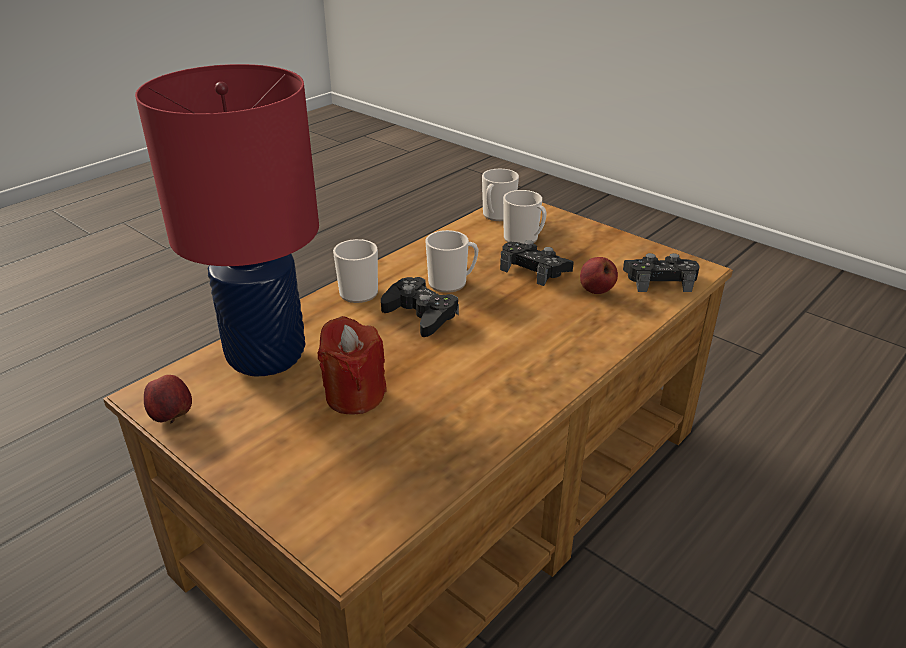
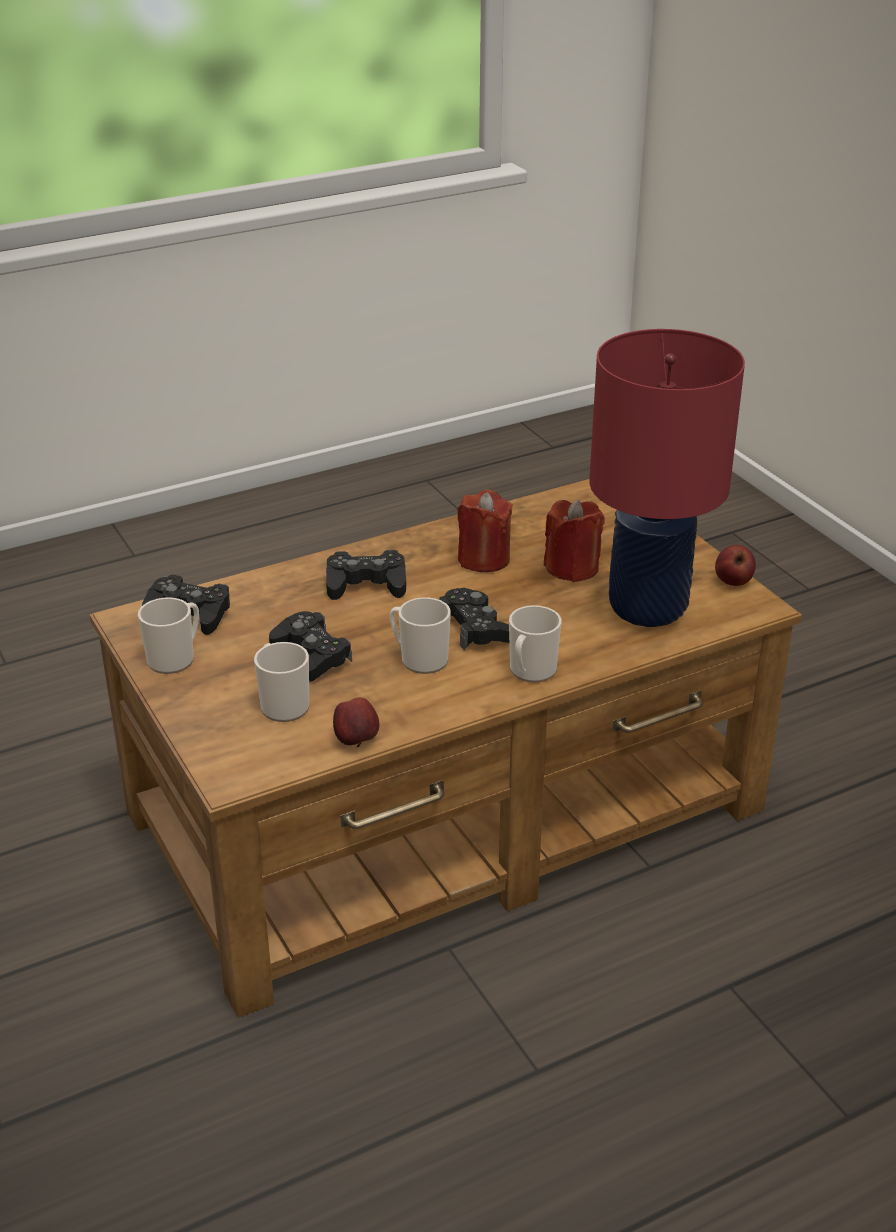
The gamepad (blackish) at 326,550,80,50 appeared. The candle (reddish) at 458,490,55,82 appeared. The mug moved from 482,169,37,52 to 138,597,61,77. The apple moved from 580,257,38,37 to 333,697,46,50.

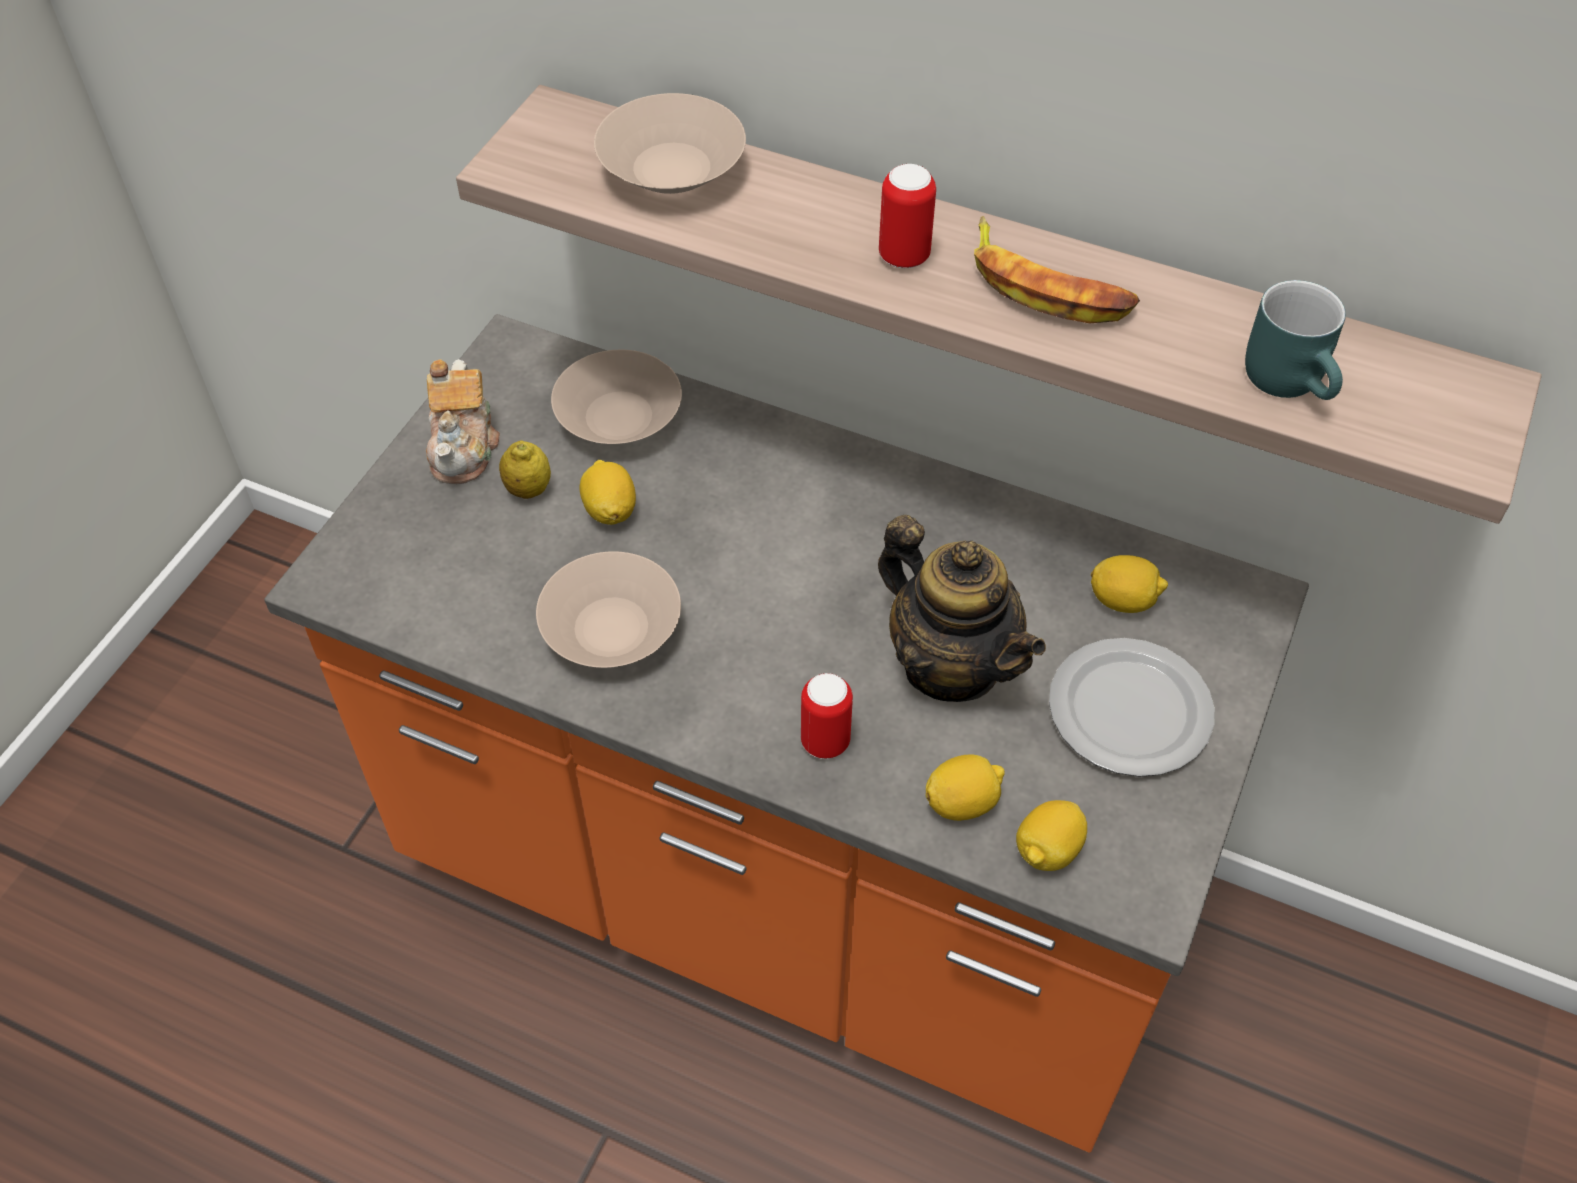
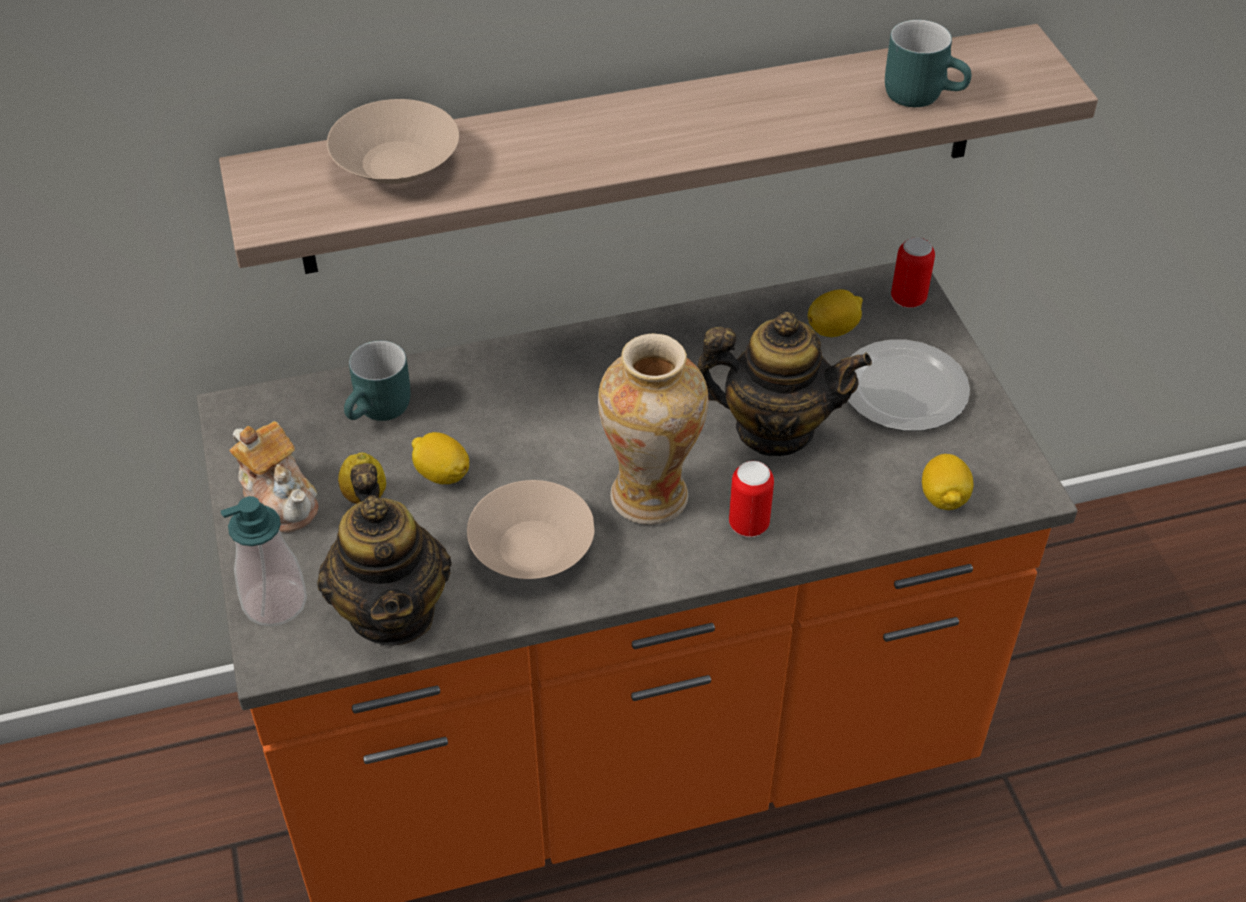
The citrus fruit at 925,754,80,67 disappeared. The banana at 974,216,166,107 disappeared. The soap bottle at 221,496,86,131 appeared. The pot for tea at 317,463,135,183 appeared. The flower vase at 598,333,110,192 appeared. The can moved from 879,164,57,104 to 891,237,44,71. The serving bowl (beige) at 551,350,131,94 was replaced by the mug (turquoise-coloured) at 344,340,66,81.

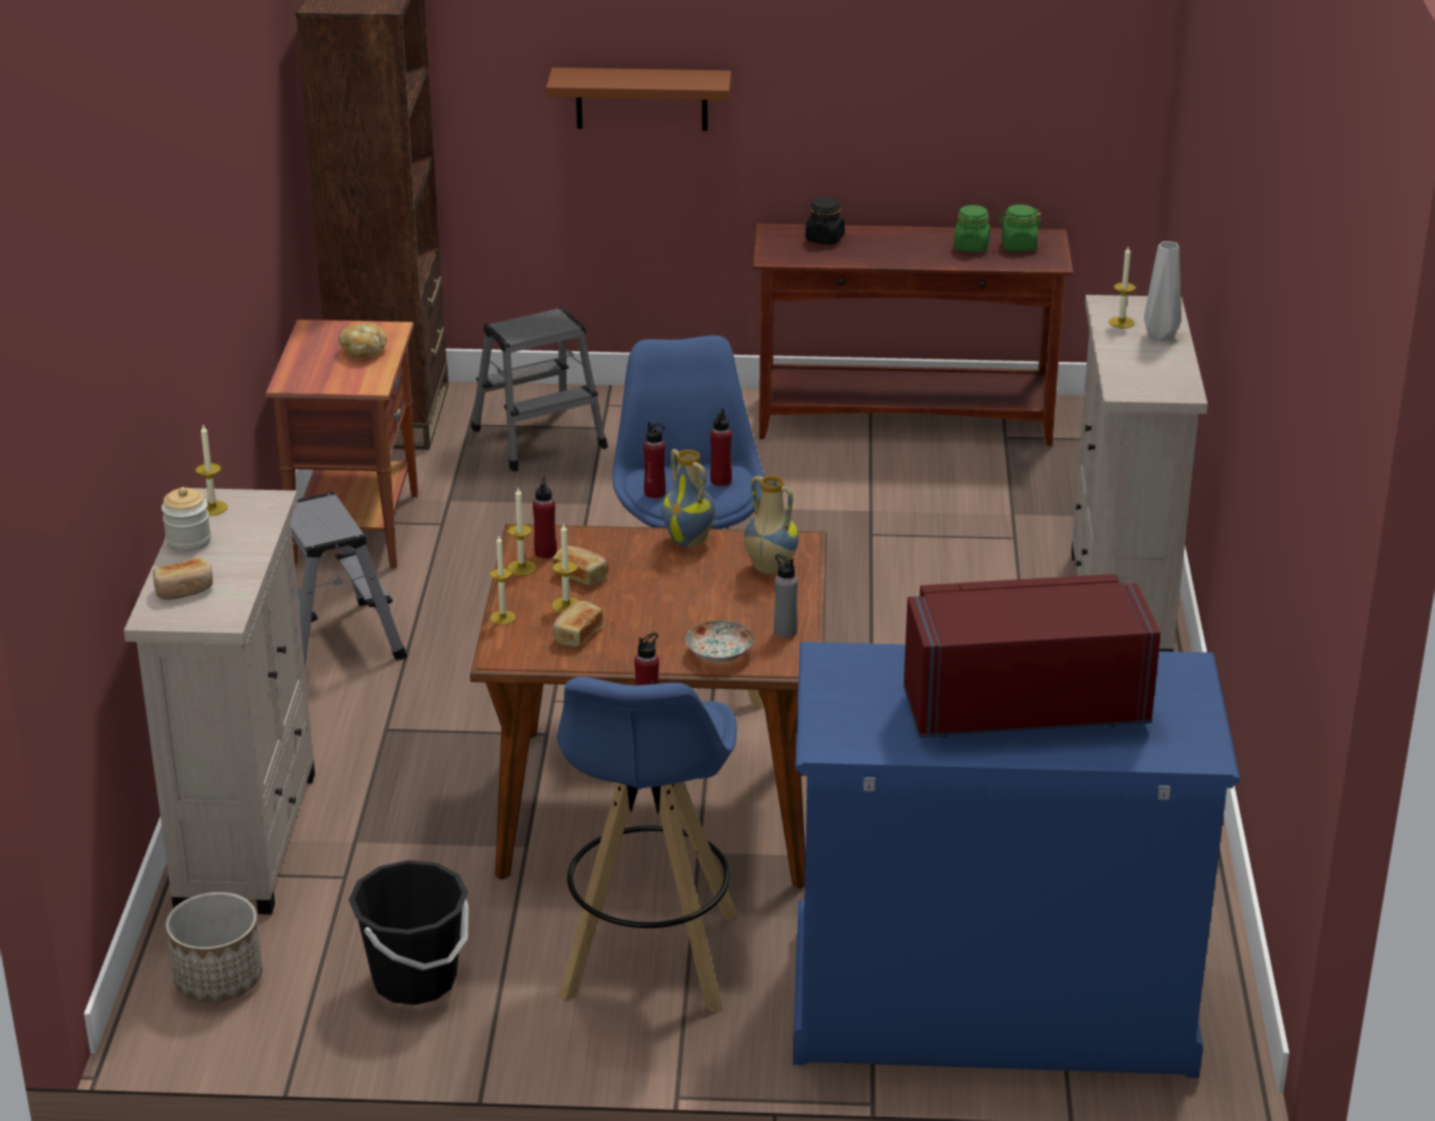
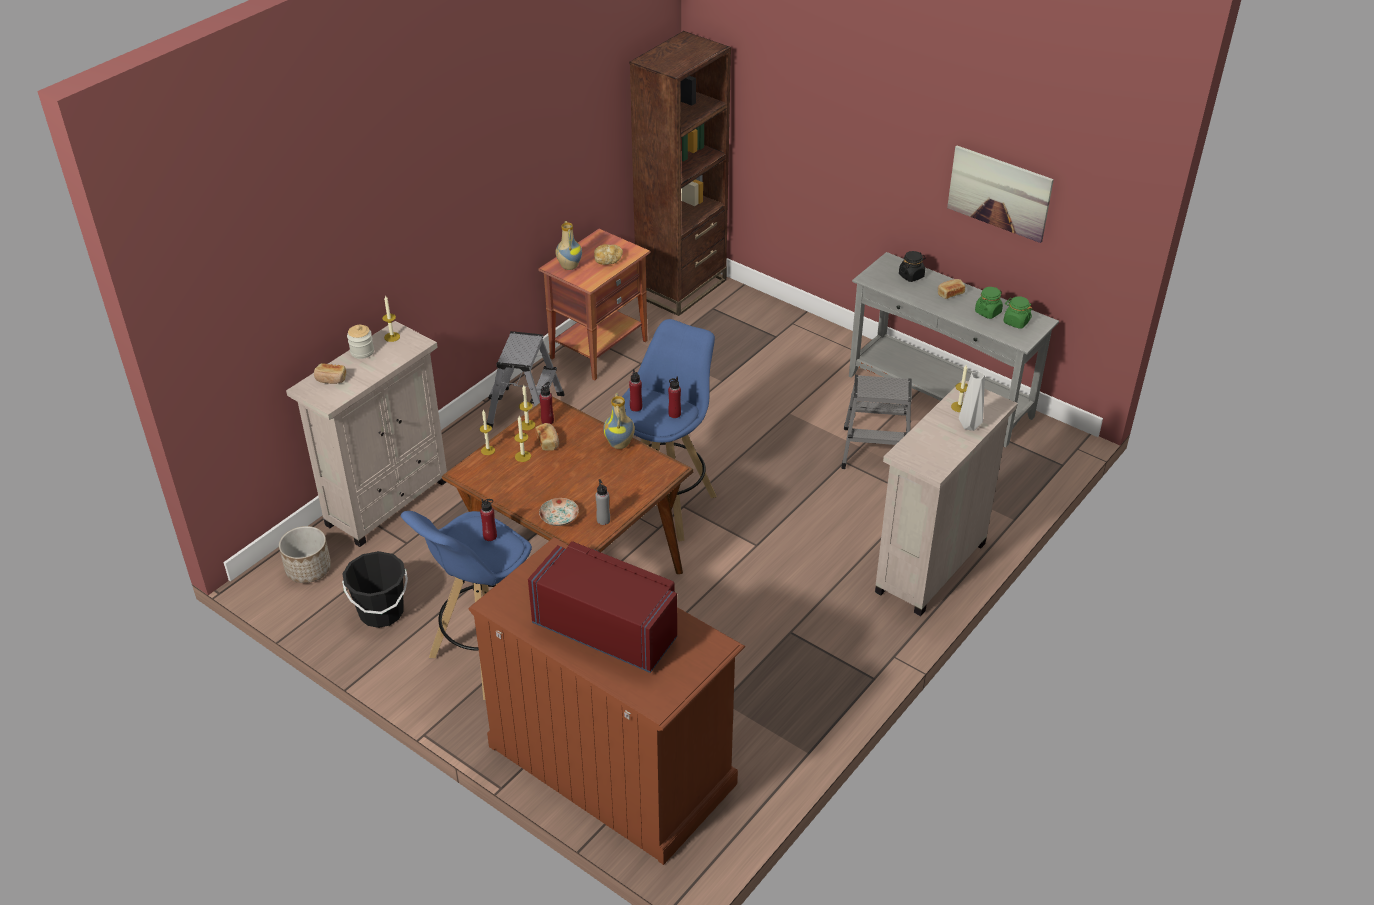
The wall shelf (brown-coloured) at 546,67,185,64 disappeared. The wall picture at 947,145,107,98 appeared. The step ladder (greyish) moved from 471,307,137,165 to 841,375,71,94. The bakery bread moved from 552,601,51,46 to 938,279,27,20. The flower vase moved from 744,476,55,99 to 555,221,27,49. The narrow table (brown-coloured) at 753,224,320,222 became the narrow table (greyish) at 849,252,210,195. The drawer chest (blue-coloured) at 793,642,447,436 became the drawer chest (brown-coloured) at 468,537,277,328.

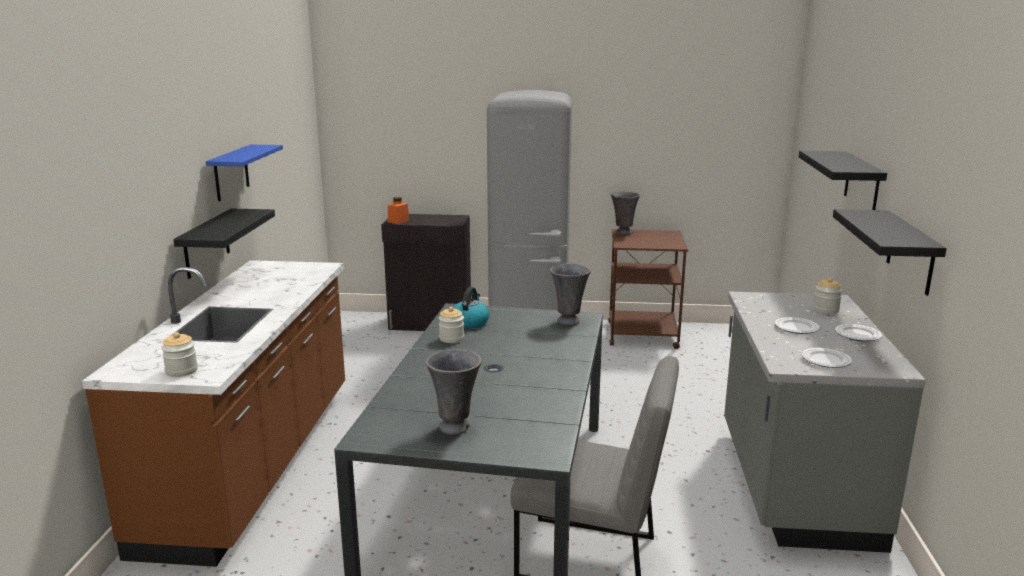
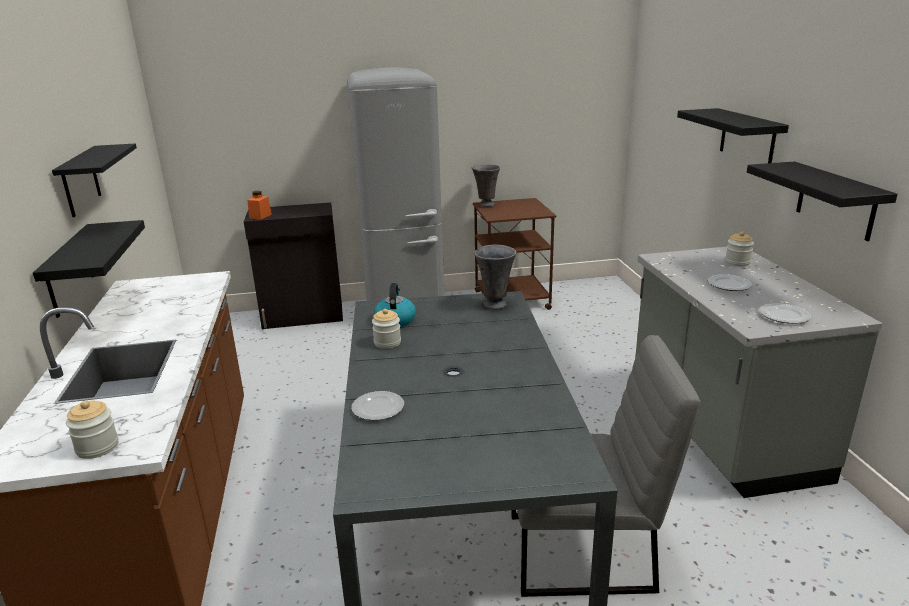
The flower vase (greyish) at 426,349,56,86 disappeared. The plate moved from 835,324,47,17 to 351,391,53,29. The wall shelf (blue-coloured) at 206,145,77,56 became the wall shelf (blackish) at 52,144,85,73.

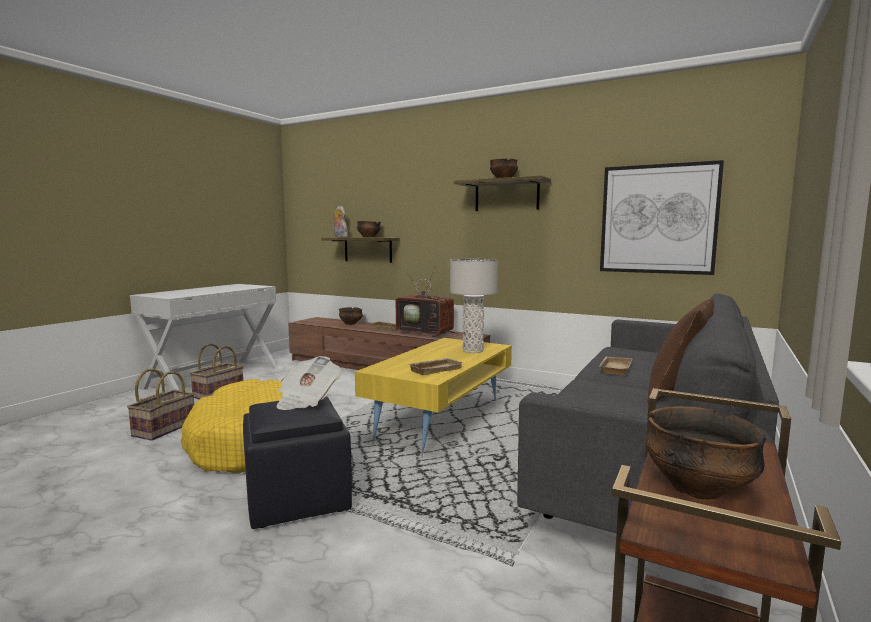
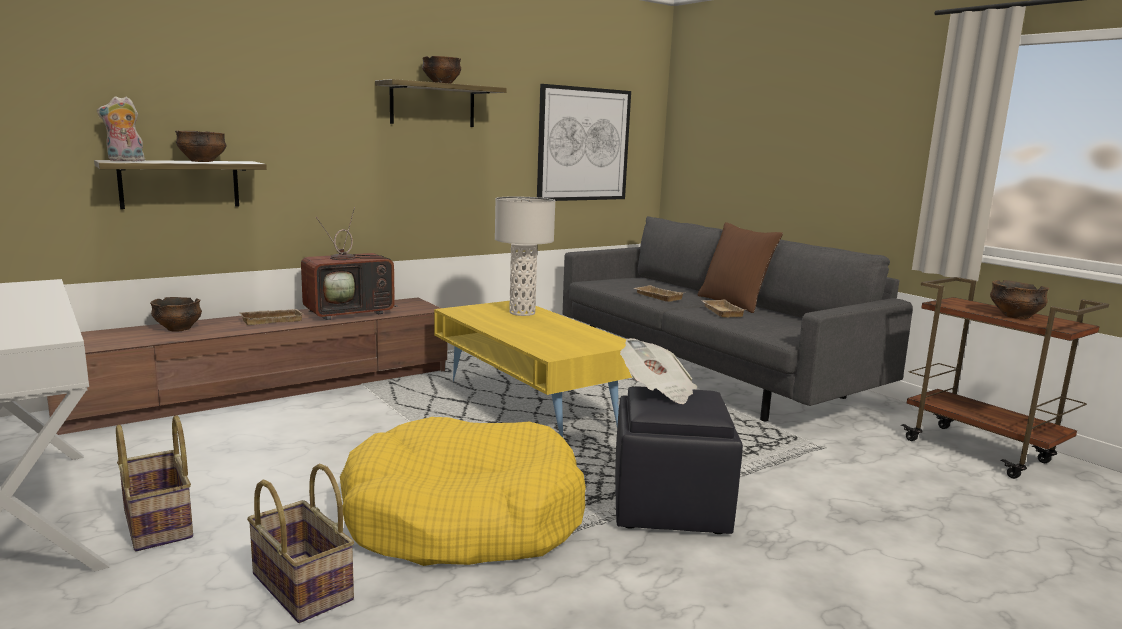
The tray (beige) moved from 408,358,56,17 to 702,300,43,18.

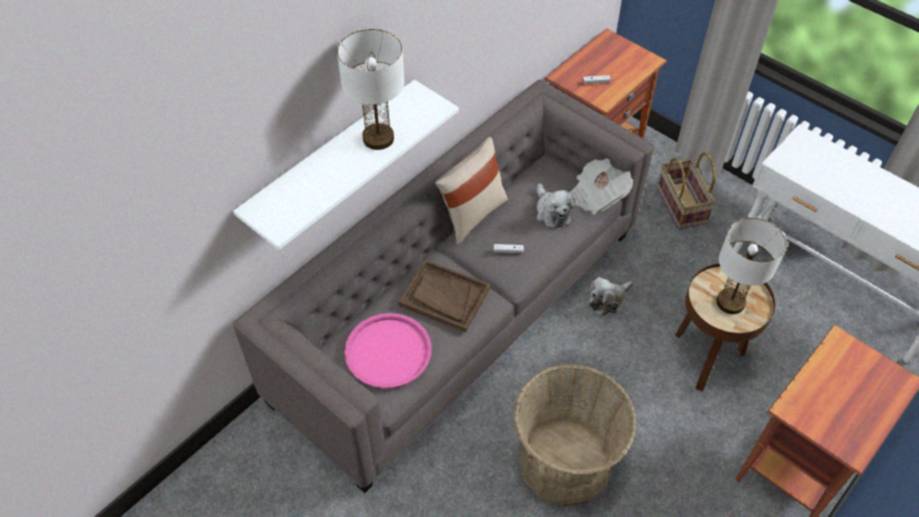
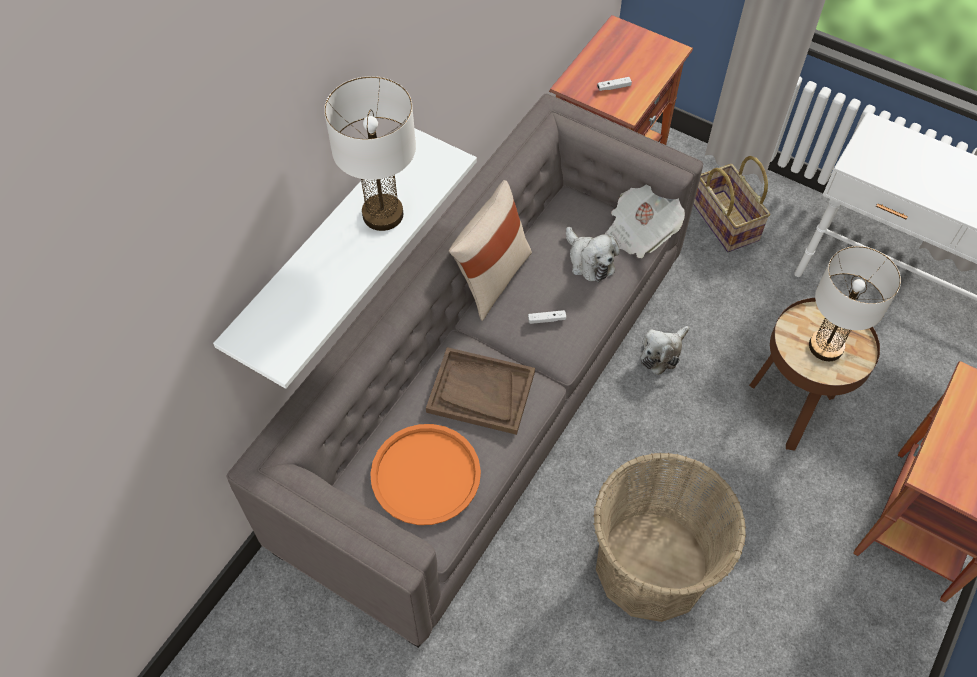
The tray (pink-coloured) at 344,313,88,75 became the tray (orange) at 370,424,111,101.

